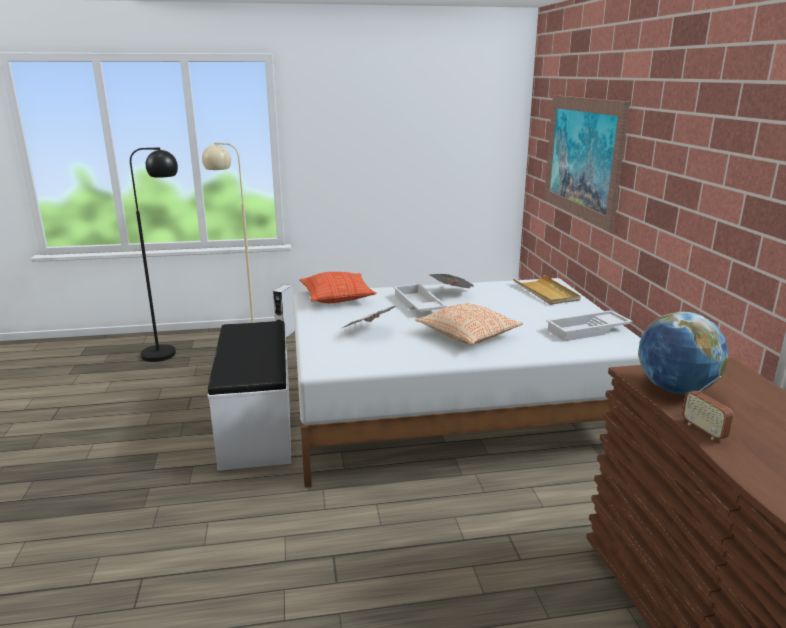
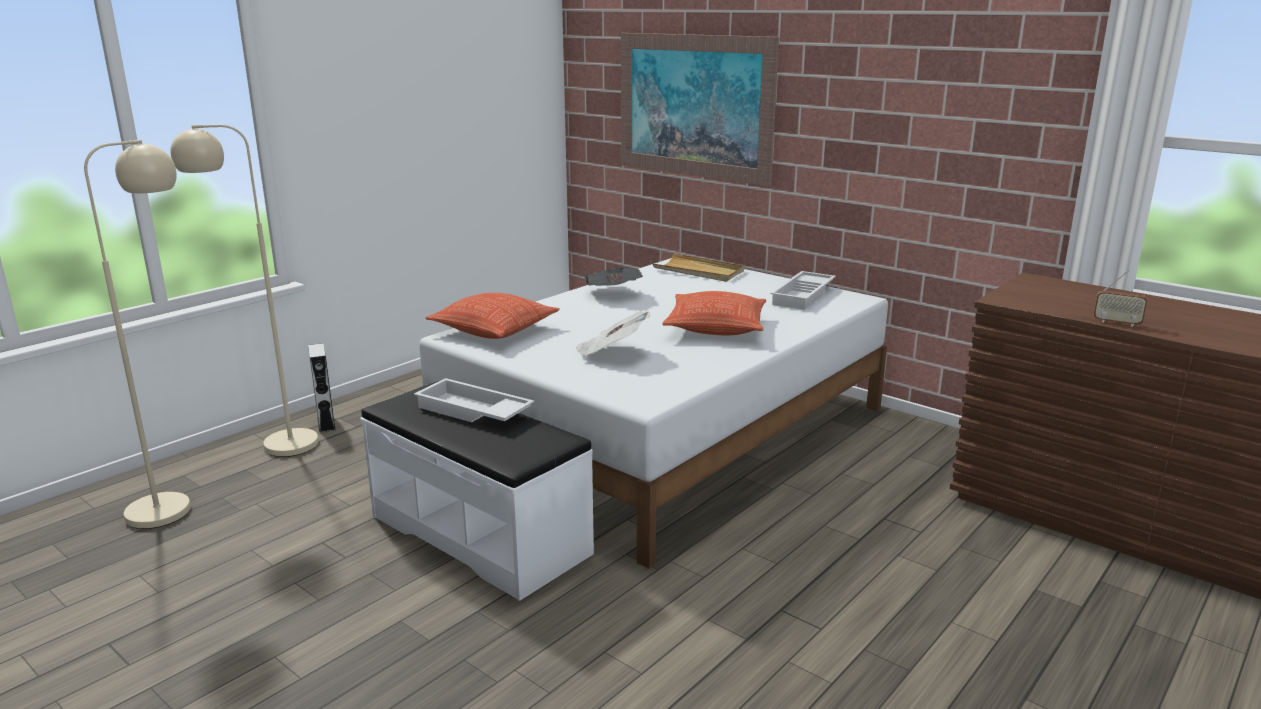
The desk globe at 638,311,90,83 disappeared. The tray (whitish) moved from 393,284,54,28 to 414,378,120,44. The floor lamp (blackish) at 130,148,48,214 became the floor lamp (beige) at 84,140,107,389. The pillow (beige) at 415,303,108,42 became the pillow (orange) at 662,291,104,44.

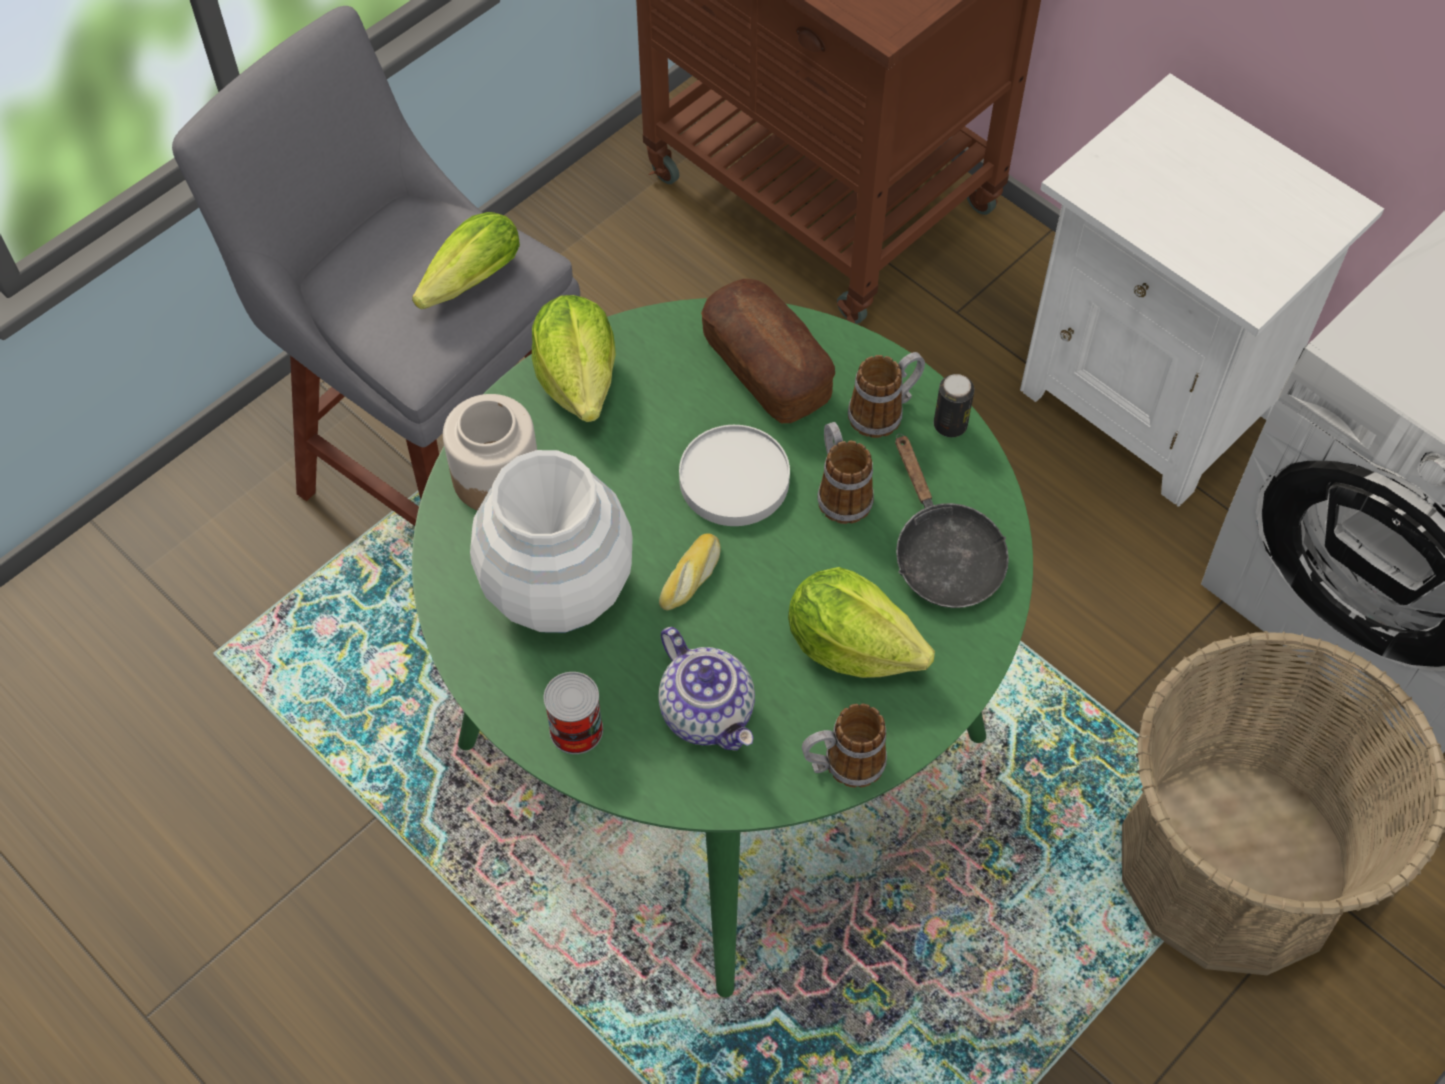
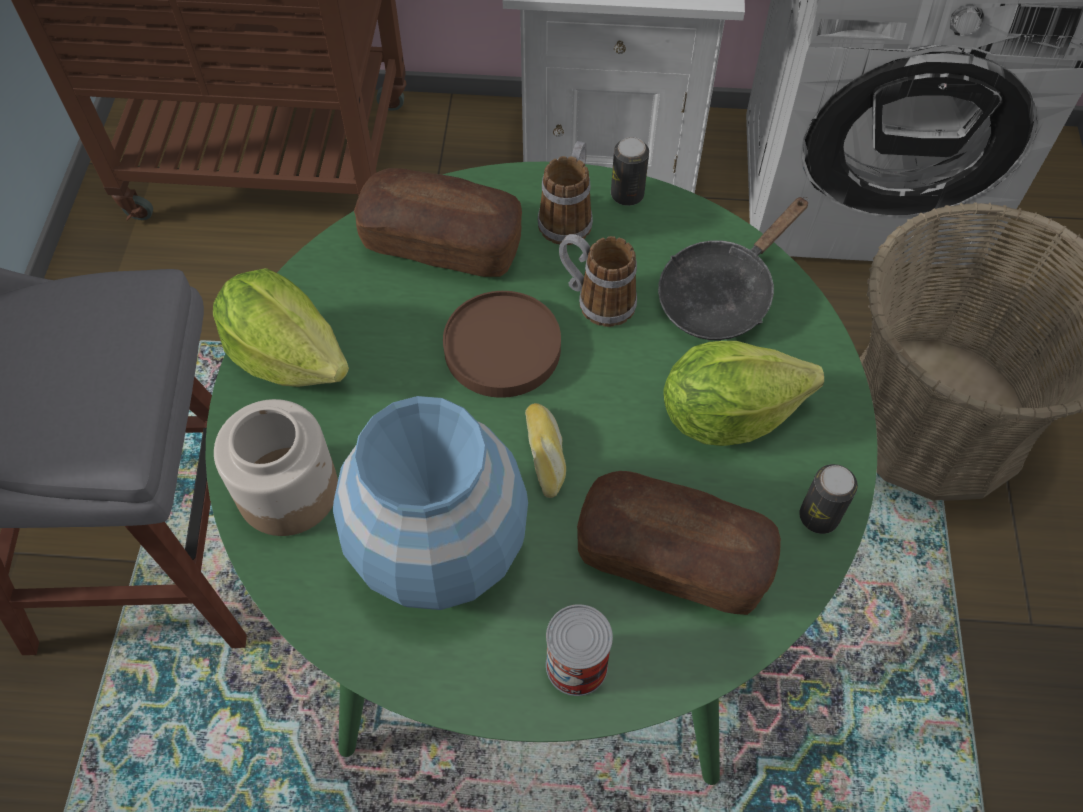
The lettuce at 412,212,108,97 disappeared. The pot for tea at 658,627,97,124 was replaced by the bakery bread at 577,471,204,144. The mug at 802,704,85,84 was replaced by the can at 799,464,59,70. The flower vase (whitish) at 470,450,163,183 became the flower vase (blue-coloured) at 333,396,195,214. The plate (whitish) at 679,425,111,101 became the plate (brown-coloured) at 443,291,118,107. The skillet (blackish) at 895,434,114,174 turned 105 degrees clockwise.

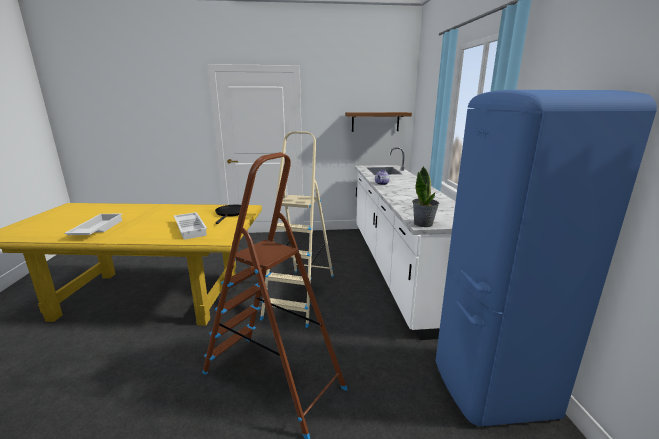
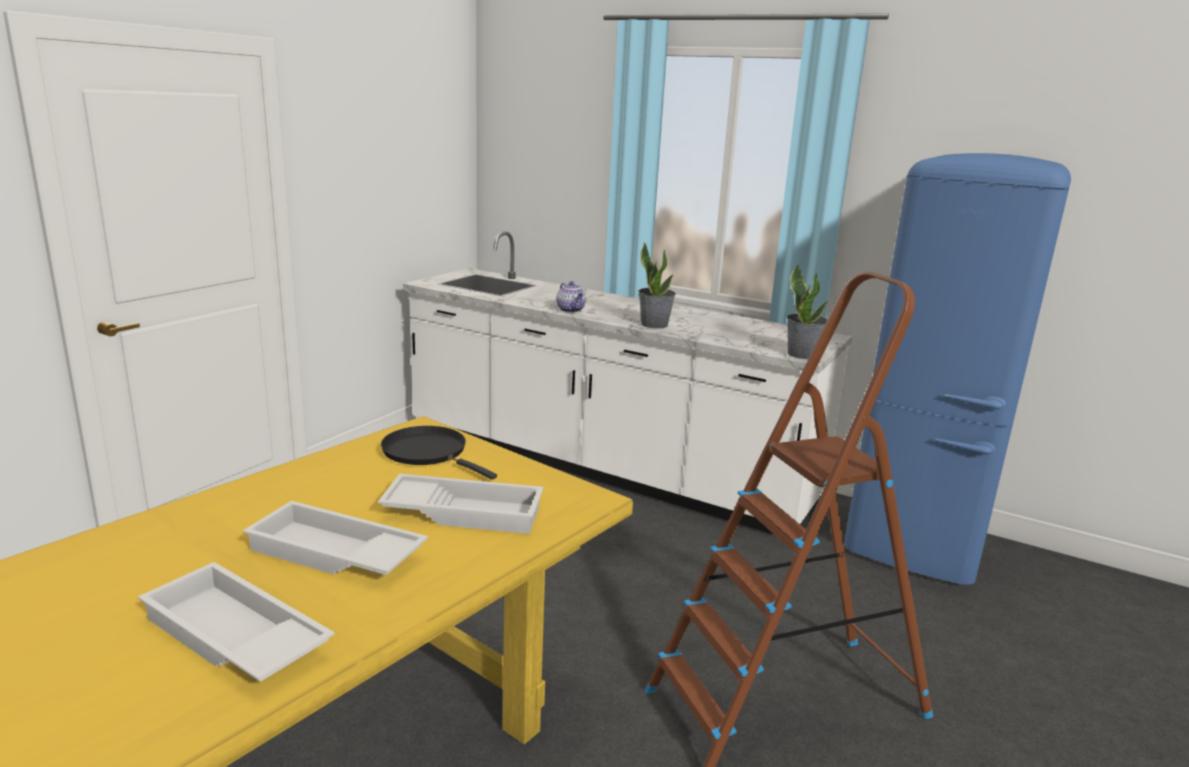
The step ladder (beige) at 260,131,74,197 disappeared. The wall shelf (brown-coloured) at 345,112,67,20 disappeared. The tray (whitish) at 243,501,185,74 appeared. The houseplant at 639,242,37,86 appeared.

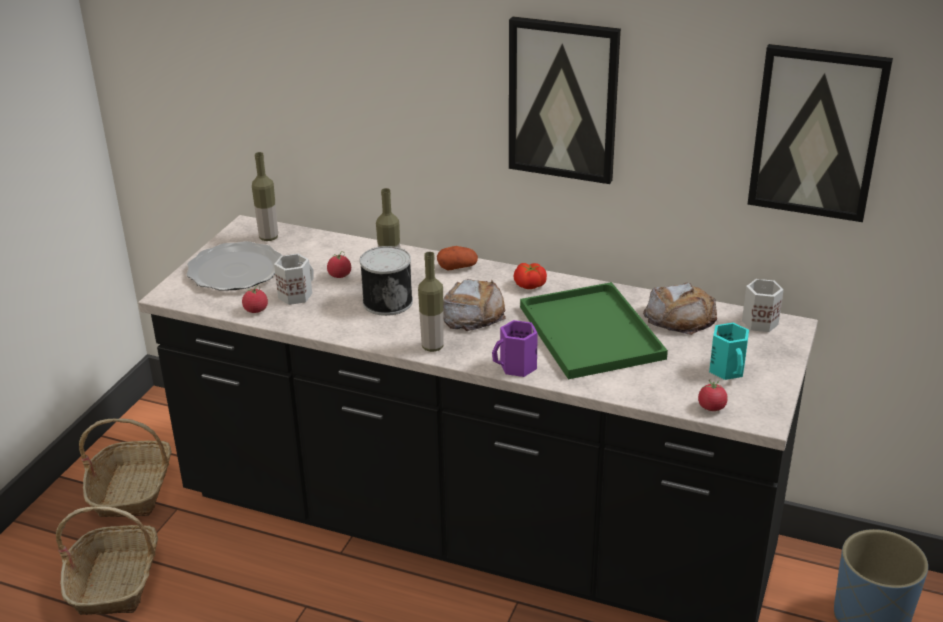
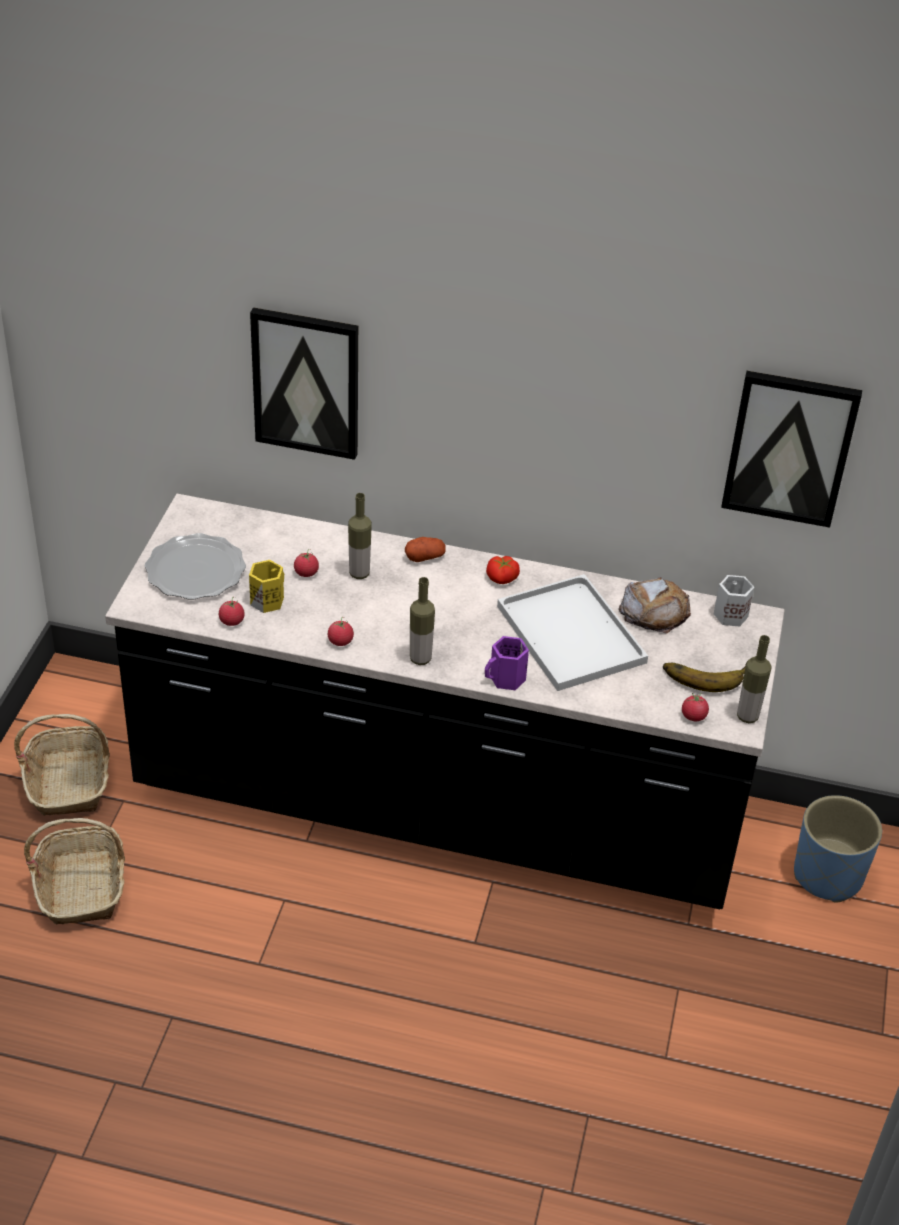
The can at 360,246,53,70 disappeared. The bakery bread at 443,279,63,52 disappeared. The tomato at 328,617,26,29 appeared. The beverage bottle moved from 252,152,26,89 to 737,635,35,88. The wall picture moved from 509,16,112,168 to 250,307,108,153. The mug (turquoise-coloured) at 709,323,40,57 was replaced by the banana at 663,662,84,30. The mug (whitish) at 274,254,40,51 became the mug (yellow) at 249,560,35,53. The tray (green-coloured) at 520,282,148,97 became the tray (whitish) at 497,574,151,117.

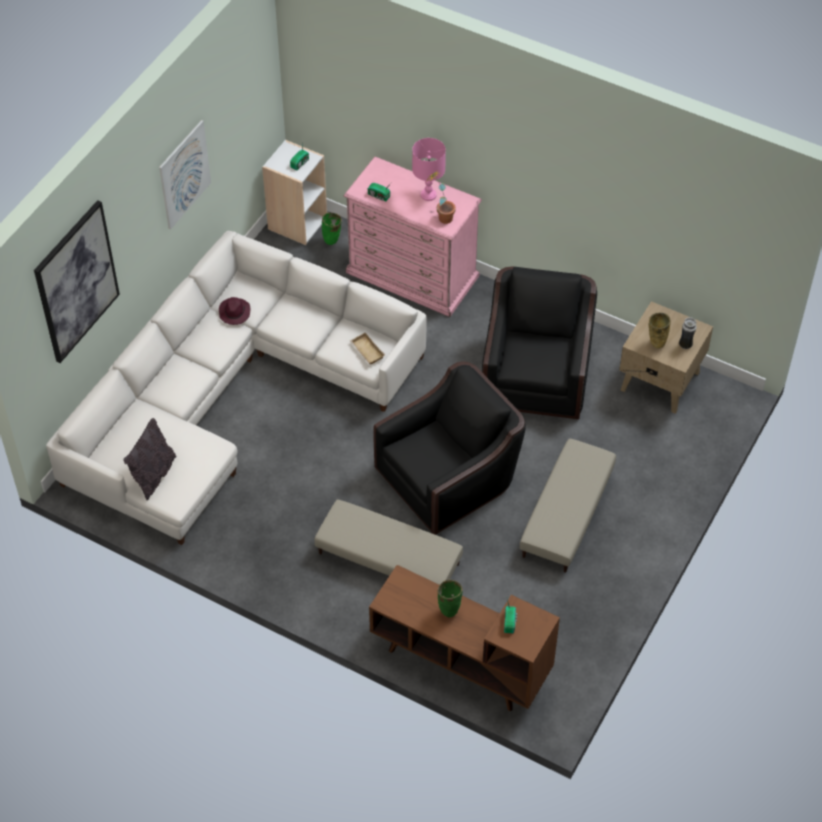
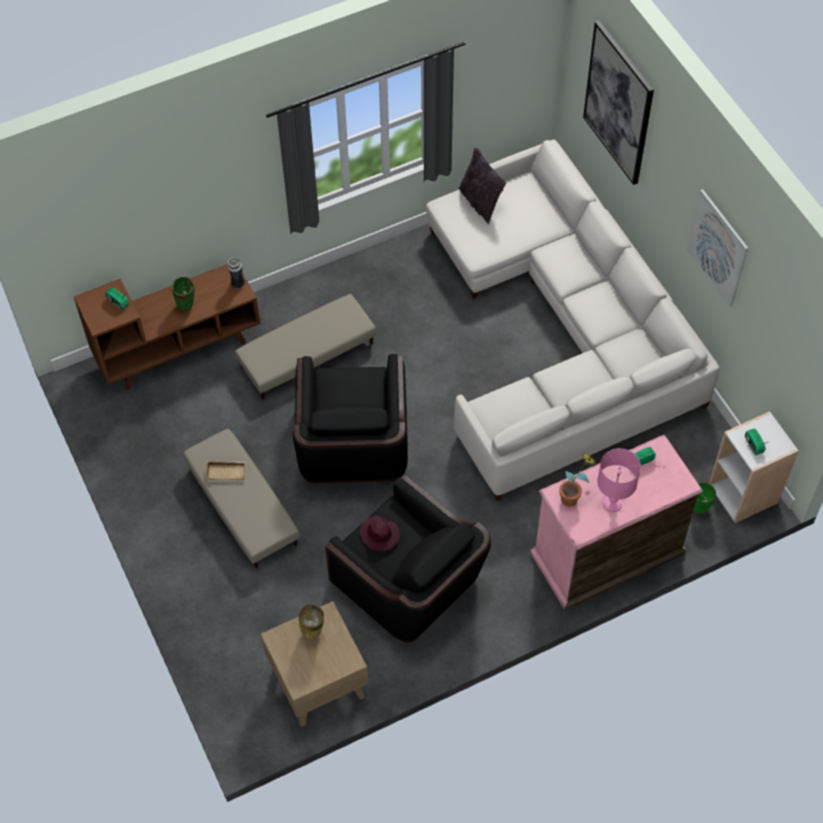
The wearable hat (purple-coloured) moved from 219,297,31,28 to 360,516,40,35. The tray (beige) moved from 350,332,35,32 to 205,461,41,19. The flower vase moved from 679,317,18,32 to 228,257,17,32.

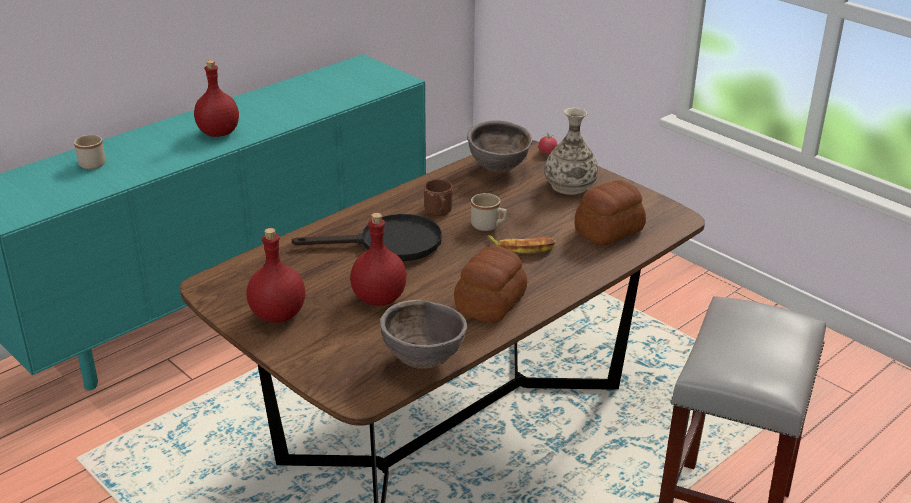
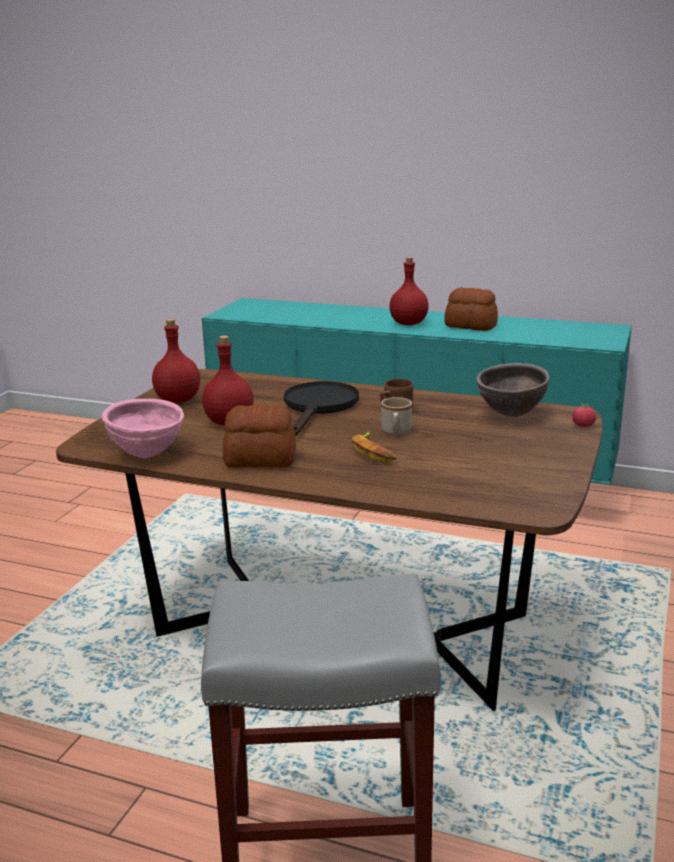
The mug (beige) at 74,135,31,34 disappeared. The flower vase at 544,108,54,87 disappeared. The bakery bread moved from 575,180,71,65 to 444,287,54,44. The serving bowl (brown-coloured) at 380,300,87,69 became the serving bowl (pink-coloured) at 102,399,82,59. The skillet (blackish) at 292,214,150,47 turned 135 degrees counterclockwise.

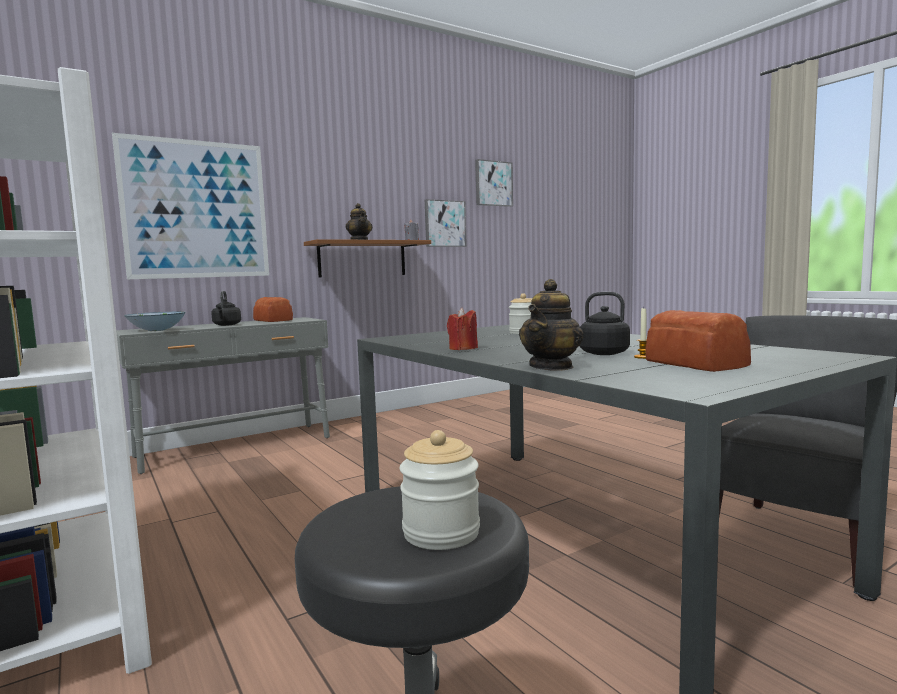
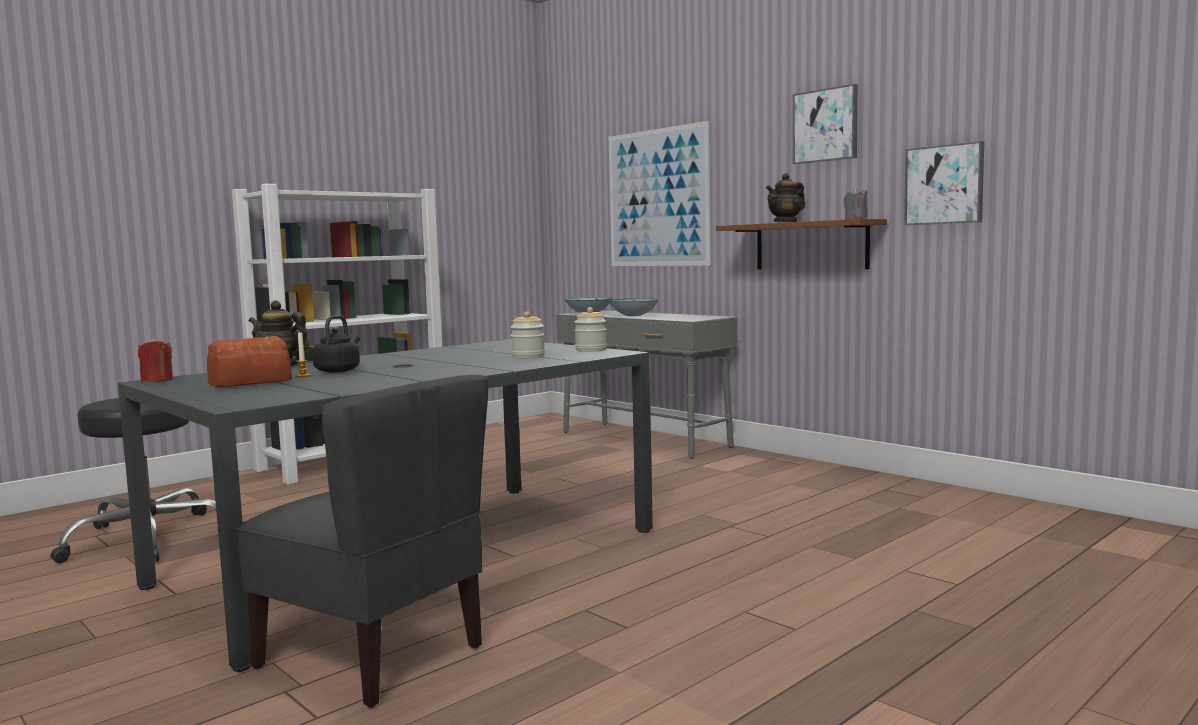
The bakery bread at 253,297,40,25 disappeared. The preserve jar moved from 400,430,80,120 to 574,307,33,45. The candle (reddish) moved from 447,308,31,42 to 138,337,35,45. The wall picture moved from 475,159,38,48 to 792,84,66,80. The kettle (blackish) at 211,291,30,35 was replaced by the serving bowl at 608,298,51,18.

